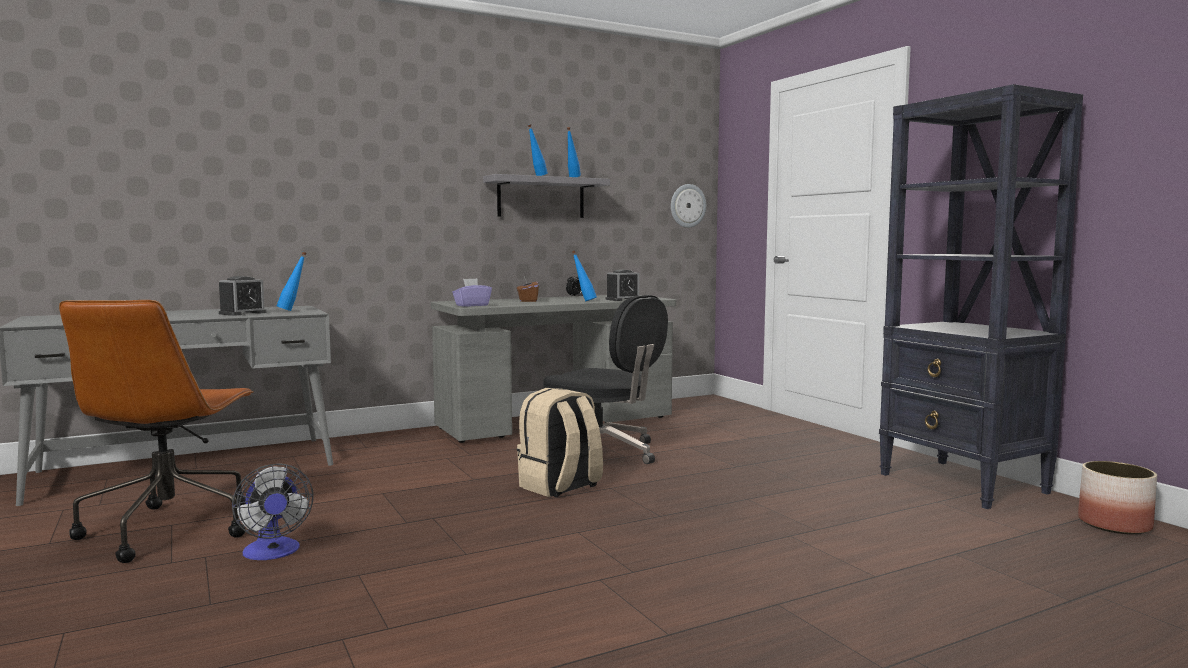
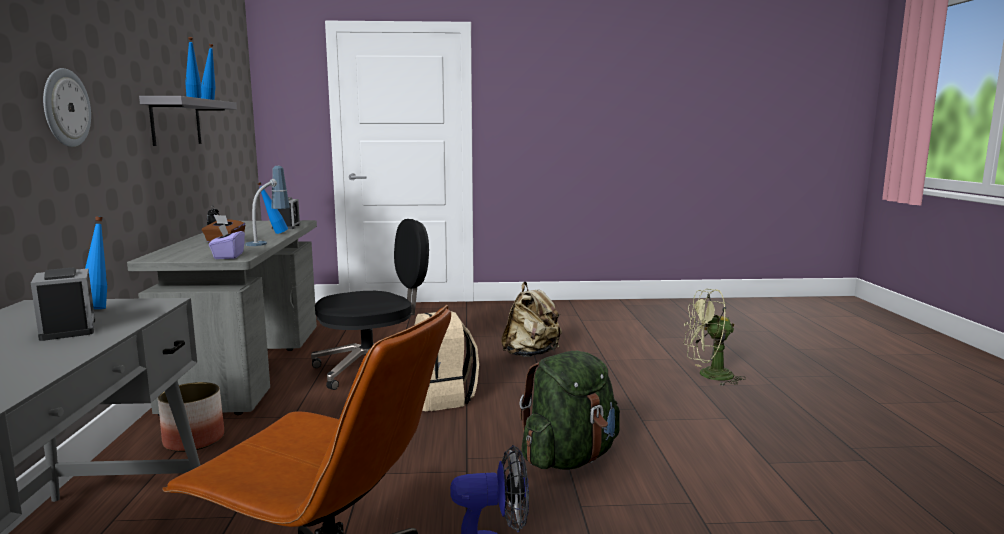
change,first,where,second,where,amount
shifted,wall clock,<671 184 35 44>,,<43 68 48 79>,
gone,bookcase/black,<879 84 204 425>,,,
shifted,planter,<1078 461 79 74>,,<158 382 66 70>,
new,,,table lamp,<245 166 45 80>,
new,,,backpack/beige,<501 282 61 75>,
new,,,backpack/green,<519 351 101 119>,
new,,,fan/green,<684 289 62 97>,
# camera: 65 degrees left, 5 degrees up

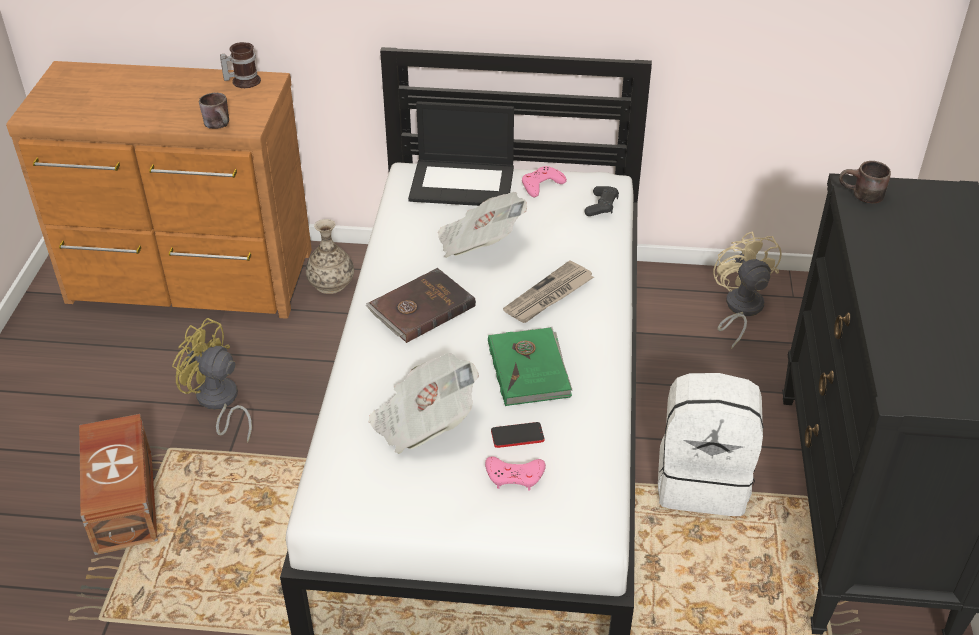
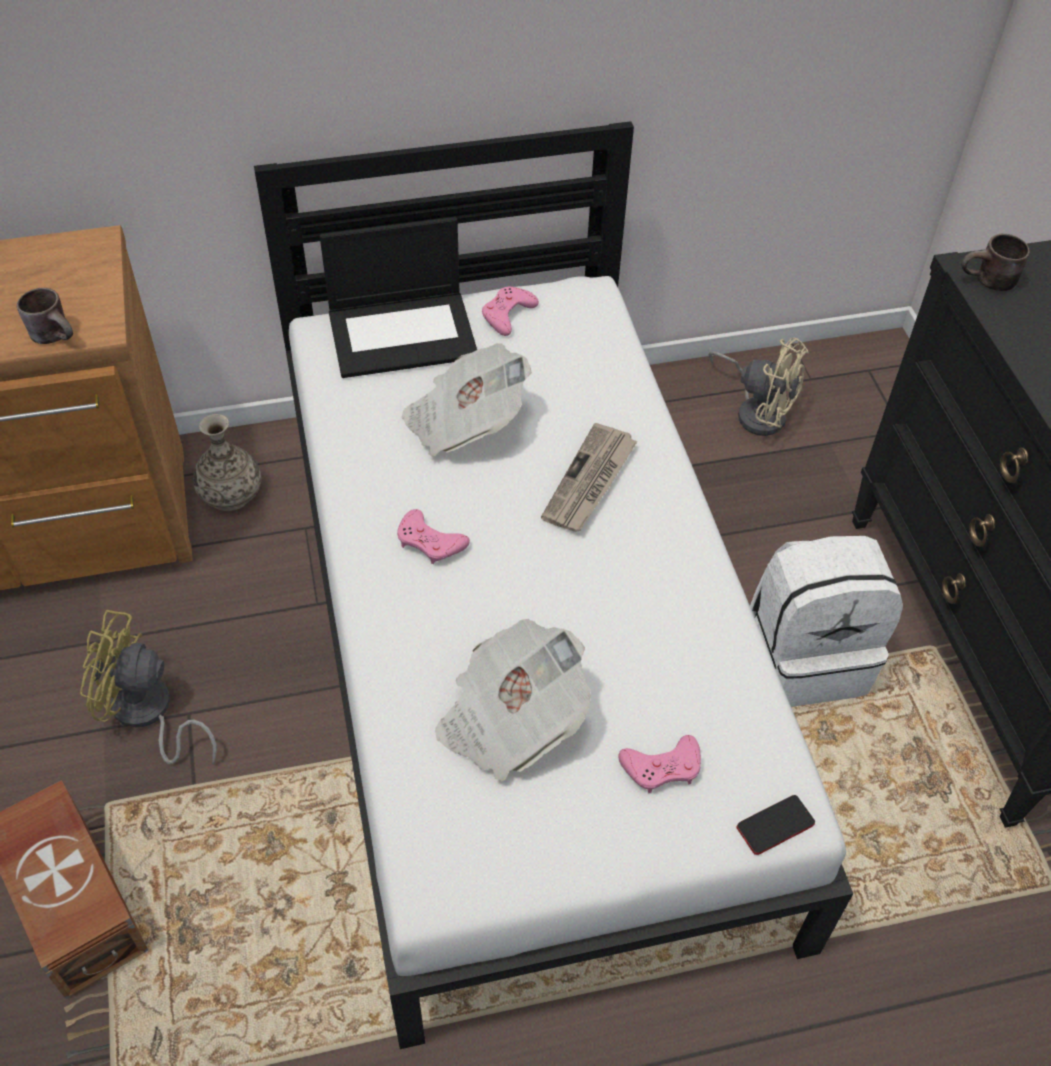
change,first,where,second,where,amount
gone,mug,<220 42 41 46>,,,
swapped,book/brown,<366 268 110 75>,game controller/pink,<397 509 73 55>,
gone,book/green,<488 327 85 79>,,,
shifted,phone,<491 422 54 26>,,<737 795 78 60>,
gone,game controller/black,<584 186 35 30>,,,
rotated,fan/beige,<713 231 69 118>,,<709 338 100 98>,150 degrees clockwise
# camera: 20 degrees left, 10 degrees up

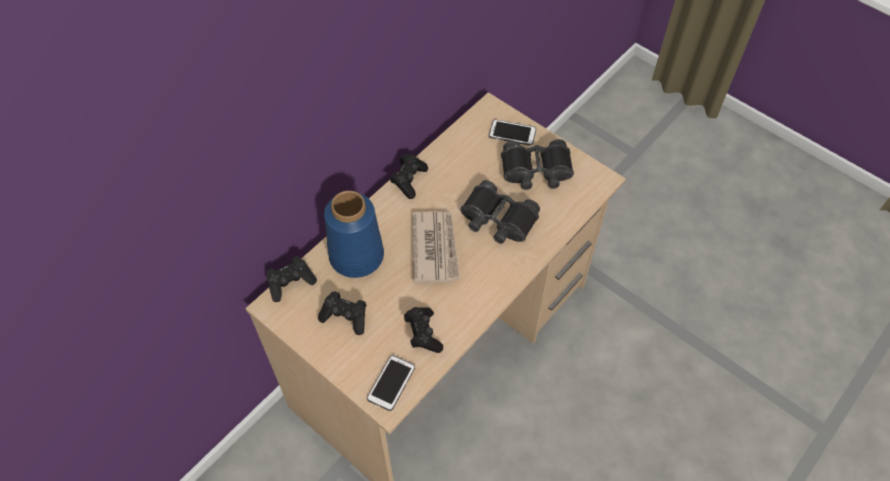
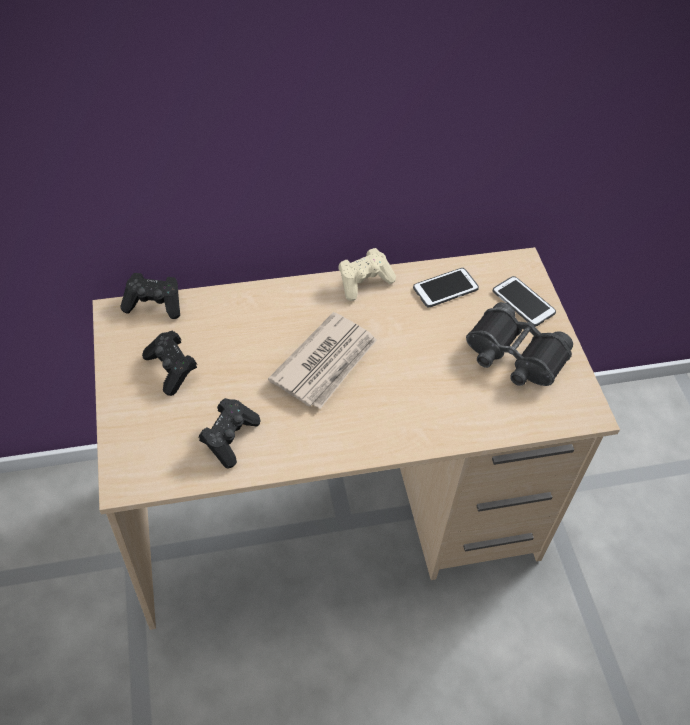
change,first,where,second,where,amount
gone,vase/blue,<324 191 60 87>,,,
shifted,phone,<367 355 48 56>,,<413 268 66 39>,
repainted,game controller/black,<390 154 38 45>,game controller/beige,<338 248 58 53>,
gone,binoculars/black,<460 180 80 64>,,,
# camera: 35 degrees right, 5 degrees down

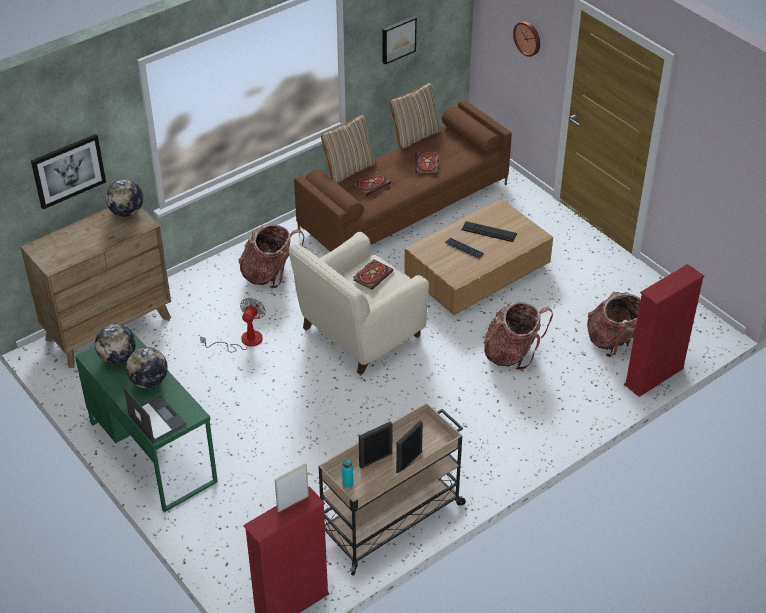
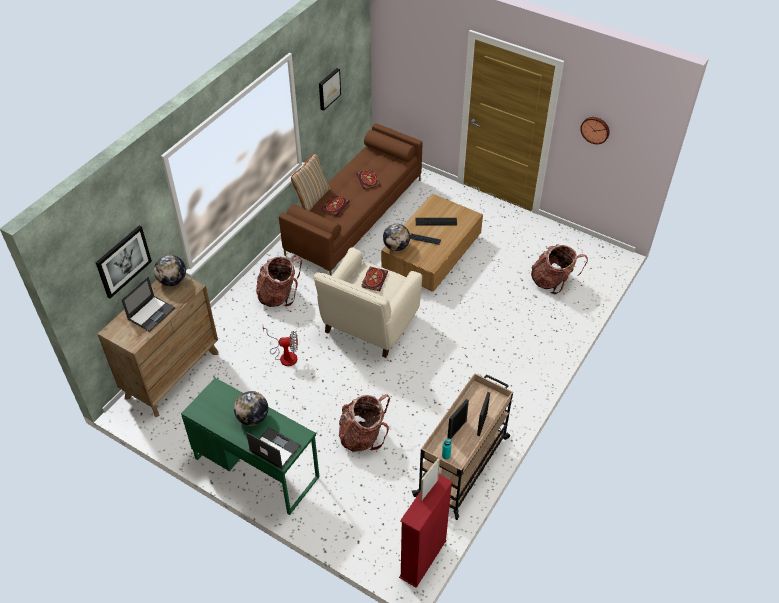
change,first,where,second,where,amount
shifted,globe,<95 324 41 40>,,<383 224 27 27>,
rotated,fan,<200 298 66 54>,,<263 327 35 39>,90 degrees clockwise
gone,pillow/beige,<390 83 51 66>,,,
shifted,backpack,<484 302 69 68>,,<339 394 51 58>,
shifted,wall clock,<513 21 27 36>,,<580 117 30 27>,
gone,bookcase/red,<624 264 80 133>,,,
new,,,laptop,<122 277 53 55>,
# camera: 20 degrees left, 5 degrees up

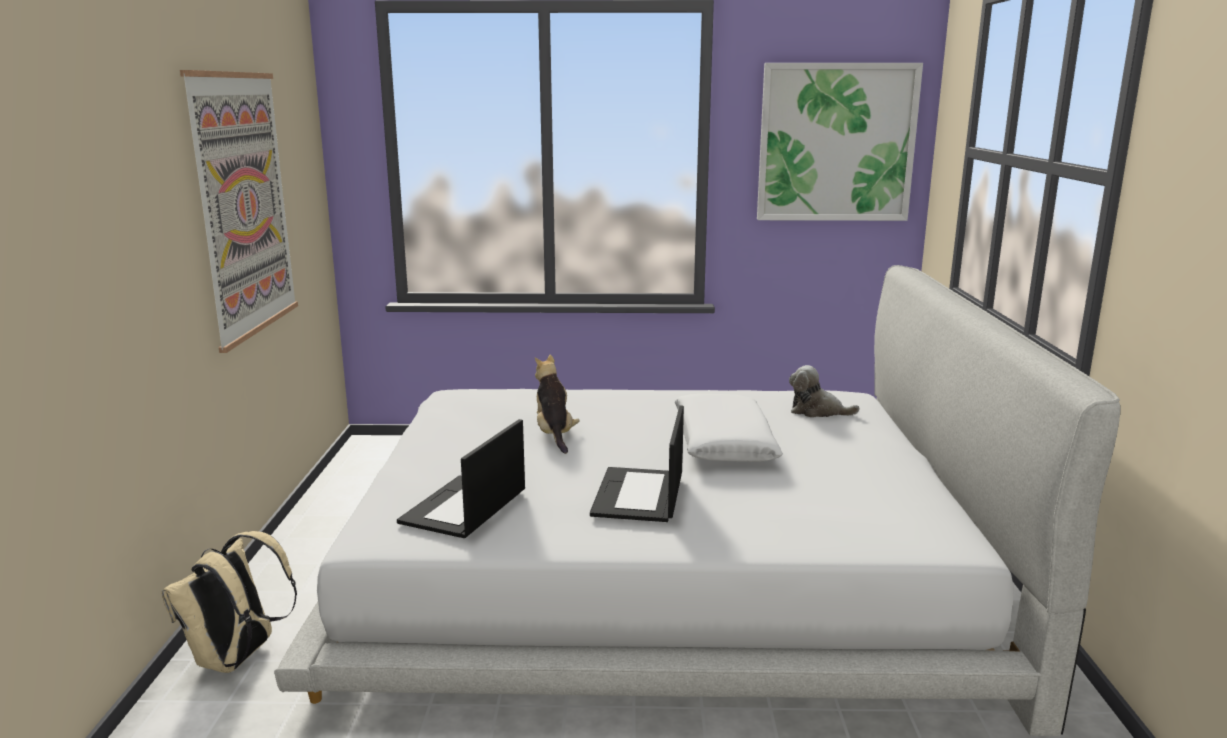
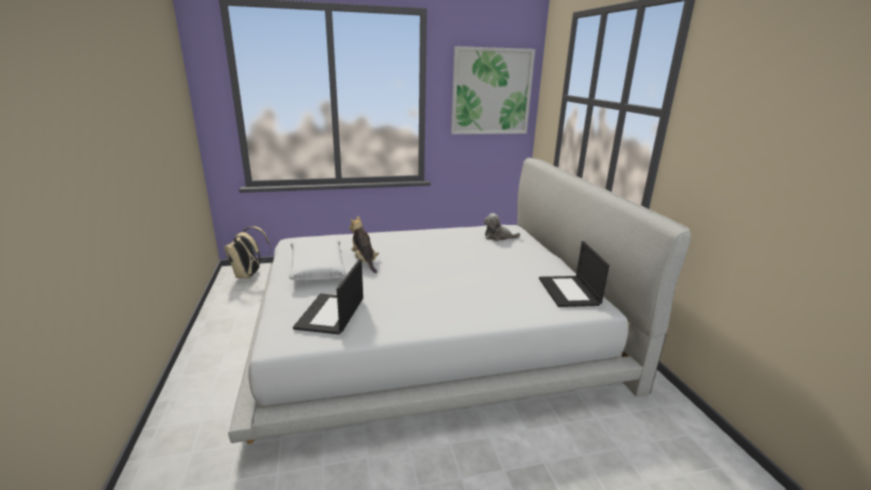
change,first,where,second,where,amount
shifted,backpack/beige,<161 531 136 142>,,<224 226 47 52>,
gone,picture,<180 70 118 283>,,,
shifted,laptop,<590 405 94 117>,,<539 241 70 66>,
shifted,pillow/white,<675 394 108 68>,,<289 238 58 43>,
# camera: 15 degrees left, 5 degrees up

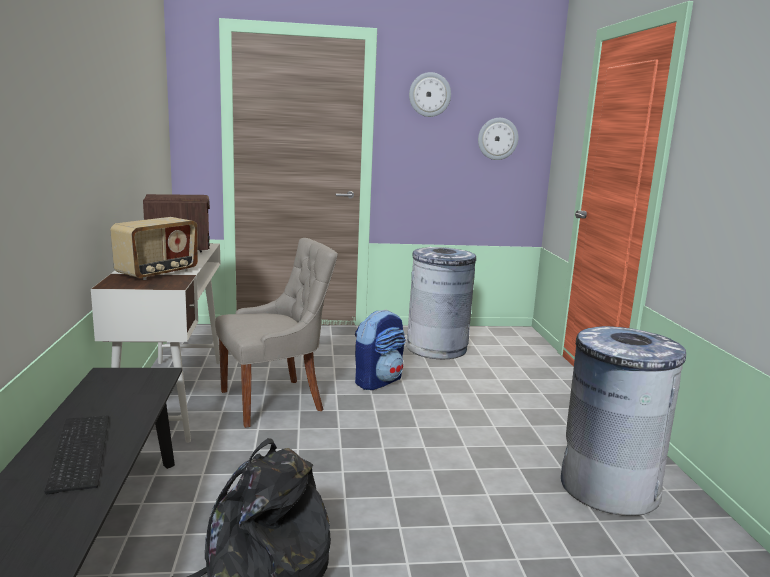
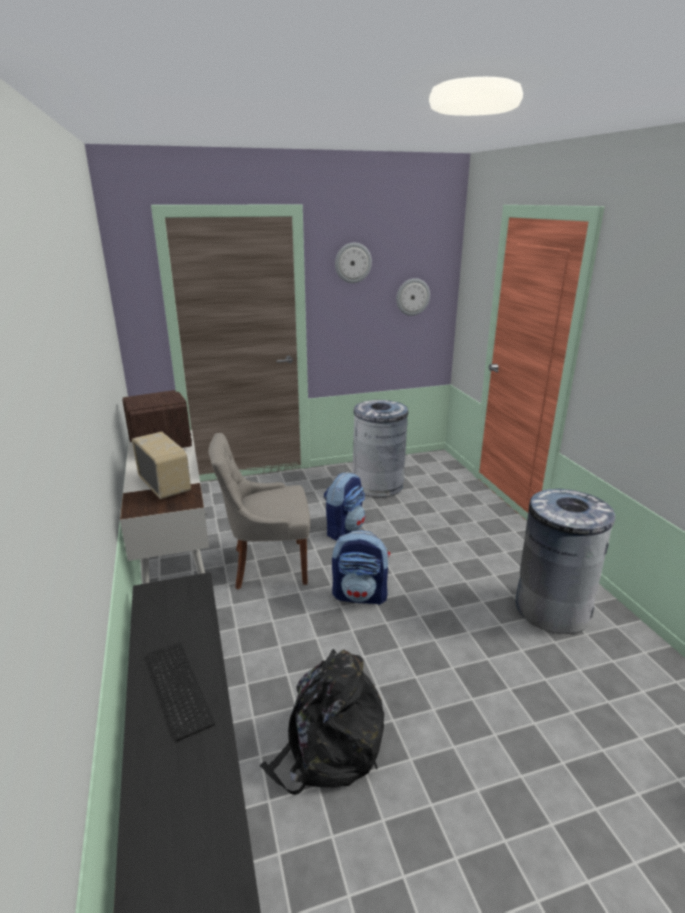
change,first,where,second,where,amount
rotated,radio,<110 217 88 63>,,<132 432 59 67>,60 degrees counterclockwise
rotated,chair/grey,<215 238 123 190>,,<209 433 101 156>,150 degrees counterclockwise
new,,,backpack,<332 530 58 75>,
# camera: 10 degrees left, 10 degrees up

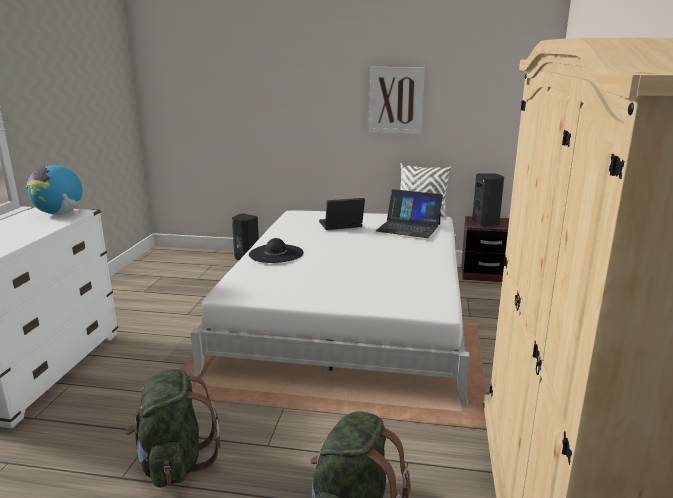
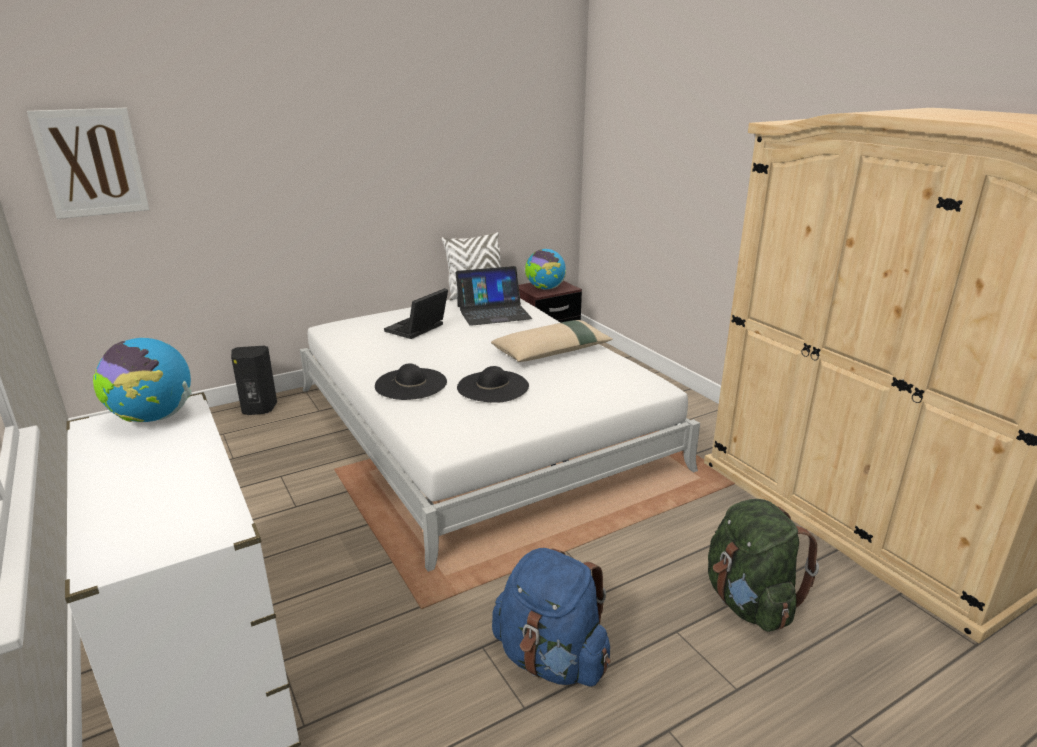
change,first,where,second,where,amount
repainted,backpack/green,<125 369 95 119>,backpack/blue,<492 548 119 139>,
shifted,picture,<369 67 56 67>,,<27 108 122 111>,
swapped,speaker/black,<472 173 32 54>,globe,<525 249 41 40>,
new,,,hat/black,<457 366 72 37>,
new,,,pillow/beige,<491 320 122 42>,
# camera: 40 degrees left, 5 degrees up

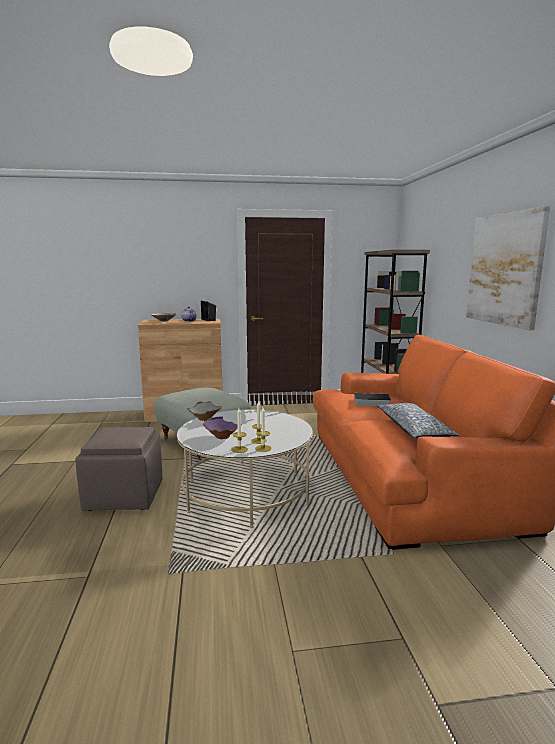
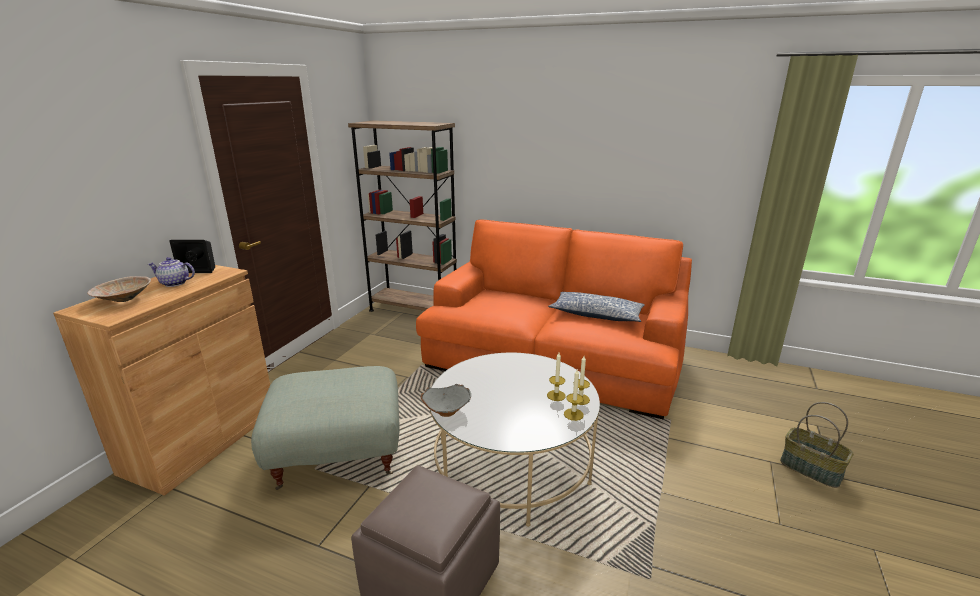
change,first,where,second,where,amount
gone,bowl/purple,<203 416 39 23>,,,
gone,book,<348 393 43 13>,,,
gone,picture,<466 206 84 124>,,,
new,,,basket,<780 402 74 86>,
# camera: 60 degrees left, 10 degrees up

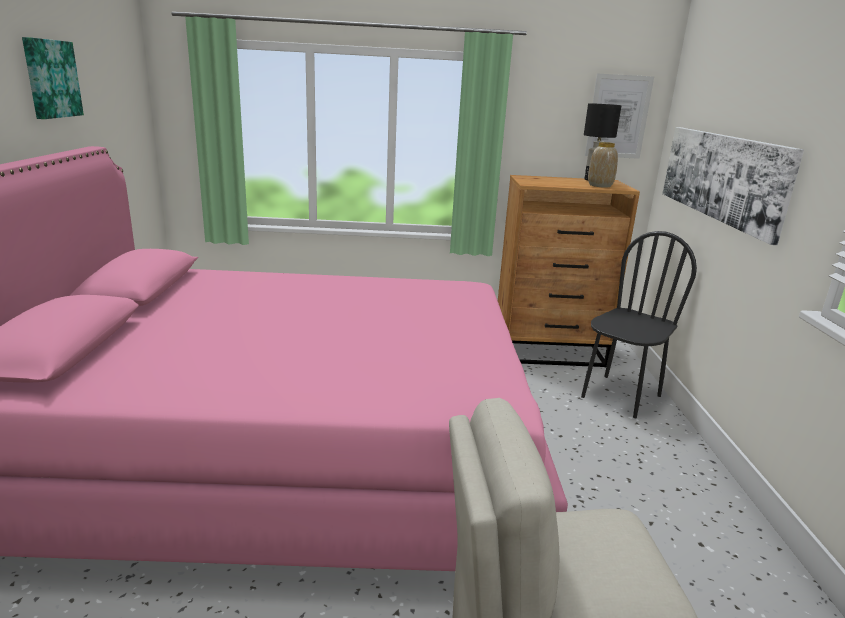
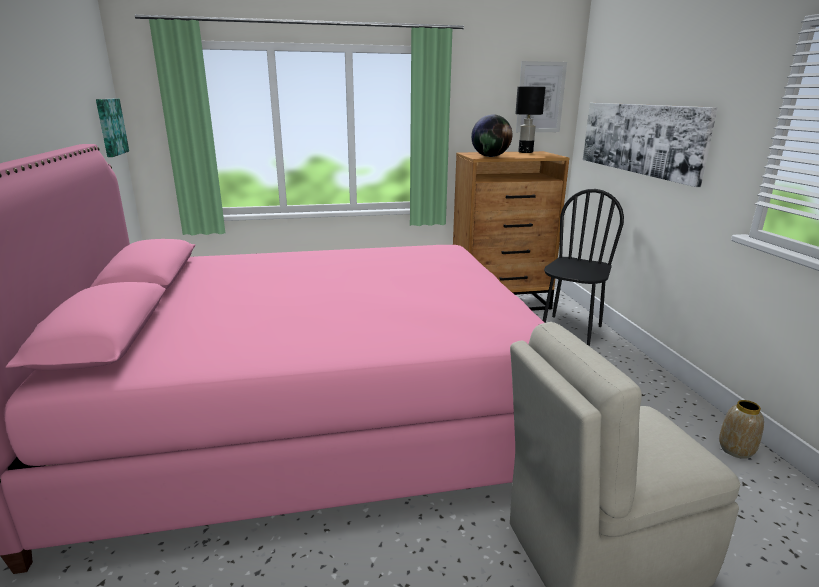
change,first,where,second,where,amount
shifted,picture,<22 37 62 82>,,<96 99 33 58>,
shifted,vase,<588 142 30 46>,,<719 400 45 59>,
new,,,globe,<471 114 41 43>,
# camera: 10 degrees left, 0 degrees up

